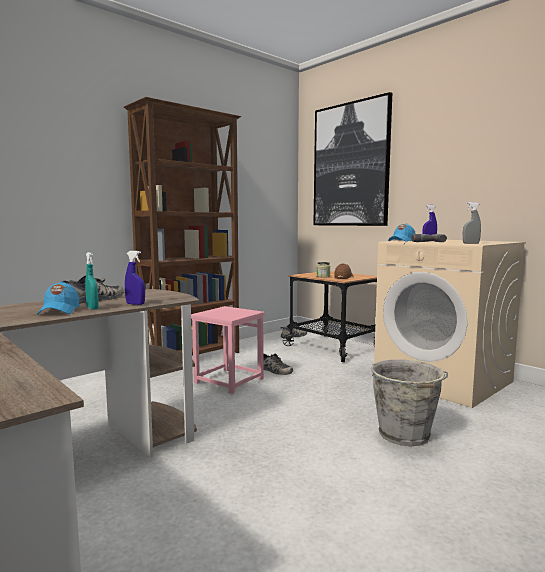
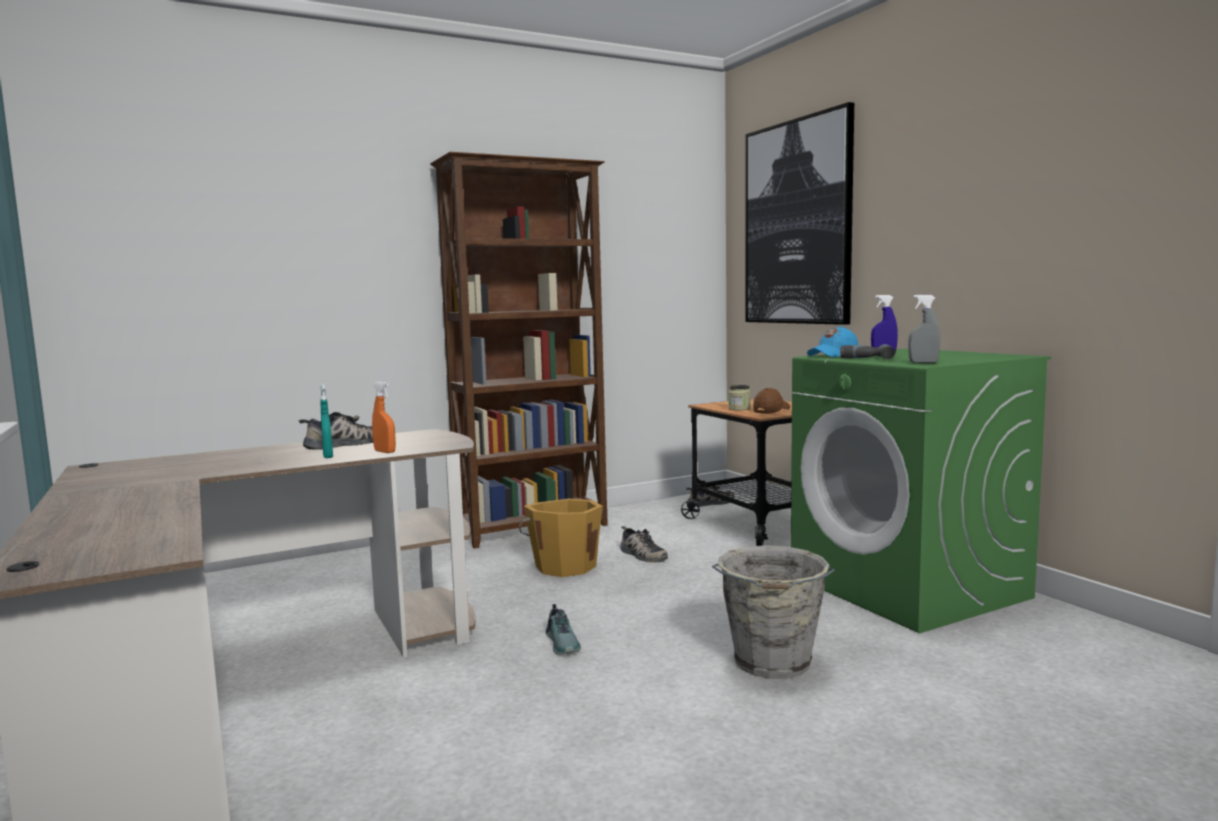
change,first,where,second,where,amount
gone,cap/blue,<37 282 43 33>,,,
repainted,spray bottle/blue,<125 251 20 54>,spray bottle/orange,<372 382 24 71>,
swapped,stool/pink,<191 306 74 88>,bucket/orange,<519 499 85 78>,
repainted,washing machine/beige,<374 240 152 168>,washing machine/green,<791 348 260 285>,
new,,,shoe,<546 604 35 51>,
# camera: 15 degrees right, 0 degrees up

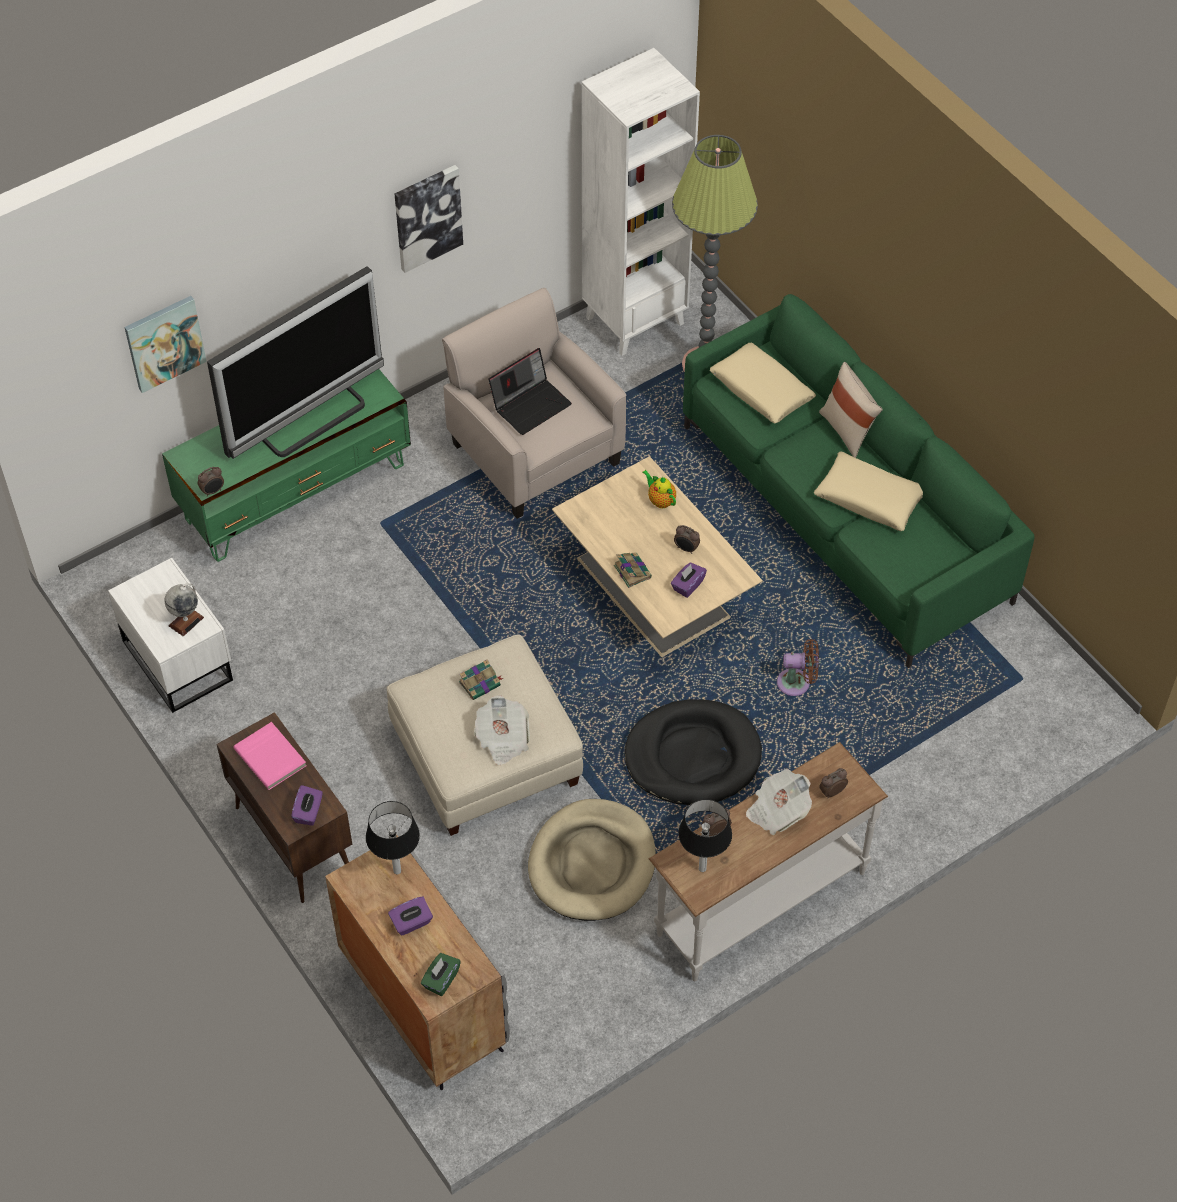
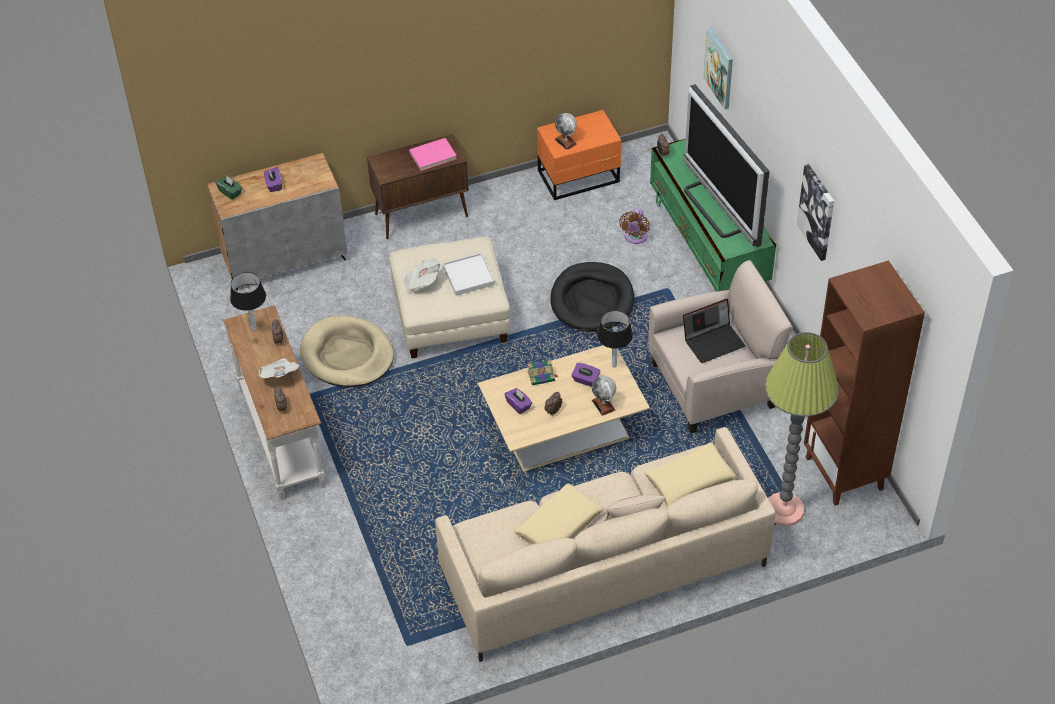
change,first,where,second,where,amount
repainted,nightstand/white,<108 558 125 155>,nightstand/orange,<537 110 85 90>,
shifted,tissue box/purple,<291 785 32 41>,,<572 363 29 24>,
shifted,table lamp,<366 801 54 74>,,<597 311 36 57>,
swapped,book,<459 659 44 41>,tray/white,<443 253 52 43>,
rotated,laptop,<488 348 84 87>,,<683 299 62 64>,90 degrees counterclockwise
repainted,bookcase/white,<581 48 119 308>,bookcase/brown,<804 260 121 246>,
shifted,dog bed/black,<624 699 138 106>,,<550 262 84 70>,
swapped,teapot,<643 470 33 38>,globe,<592 376 24 40>,
repainted,sofa/green,<683 294 352 374>,sofa/beige,<435 427 340 235>,
shifted,fan/brown,<777 639 42 57>,,<619 208 31 36>,
# camera: 105 degrees right, 5 degrees down

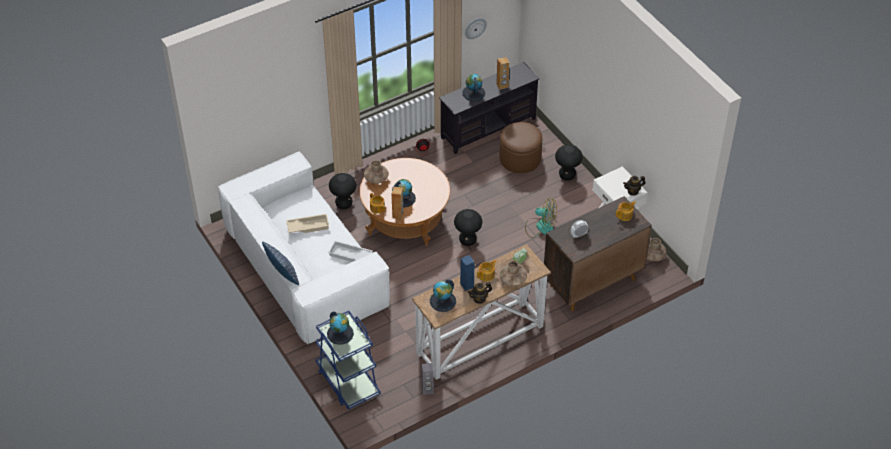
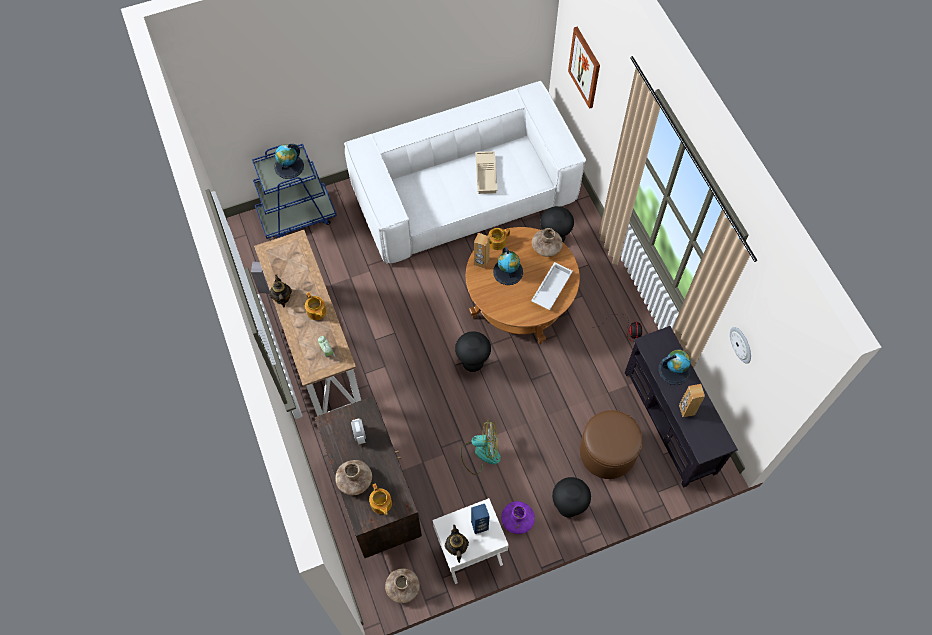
change,first,where,second,where,amount
gone,pillow,<262 241 37 44>,,,
shifted,tray/white,<328 240 45 22>,,<531 262 42 48>,
gone,globe,<430 279 26 33>,,,
shifted,speaker/blue,<460 255 15 36>,,<471 504 19 30>,
shifted,vase/brown,<500 260 27 26>,,<335 460 37 35>,
rotated,fan,<525 198 32 40>,,<461 420 40 55>,120 degrees counterclockwise
new,,,vase/purple,<501 501 34 33>,
new,,,picture,<568 27 32 82>,
# camera: 100 degrees right, 15 degrees up

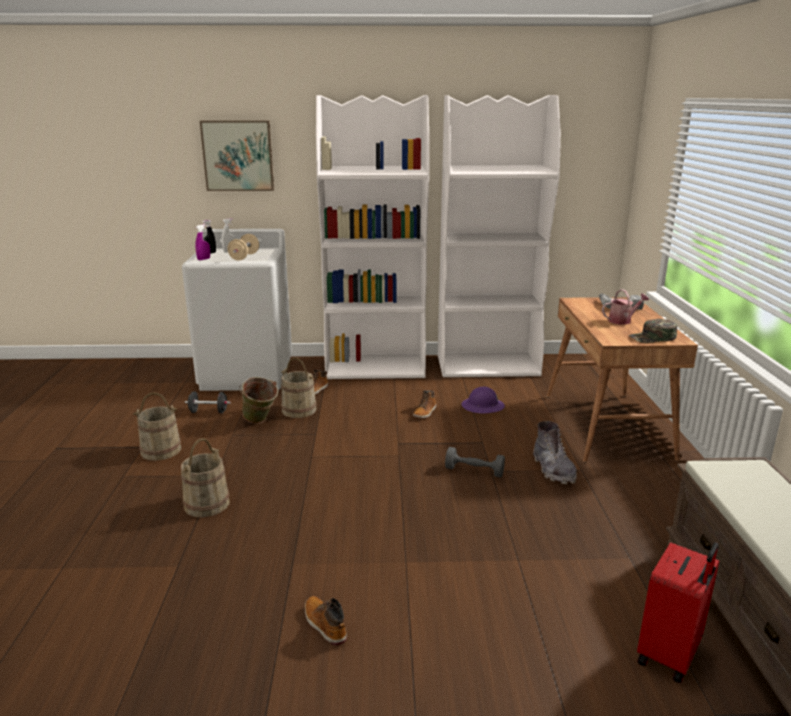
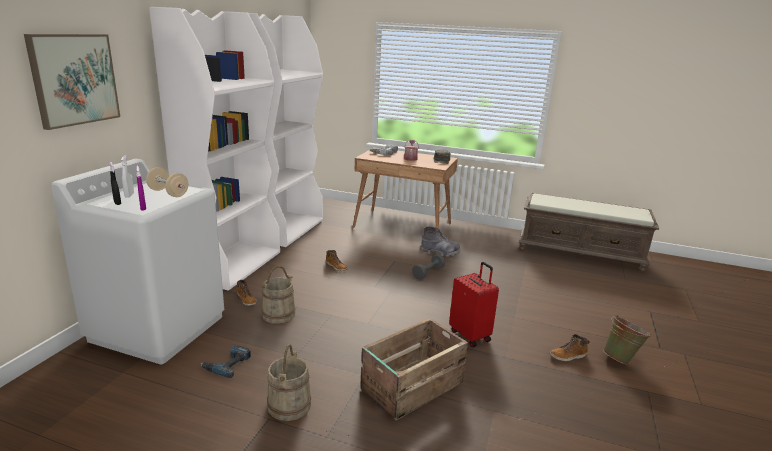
change,first,where,second,where,amount
swapped,bucket/beige,<181 438 49 79>,crate,<360 318 108 103>,
swapped,dumbbell/black,<185 391 45 22>,power drill,<200 345 51 33>,
shifted,bucket/green,<239 377 39 47>,,<603 314 48 51>,
gone,hard hat/purple,<461 387 44 27>,,,
shifted,suitcase/red,<637 542 82 141>,,<449 262 50 85>,
# camera: 70 degrees left, 0 degrees up

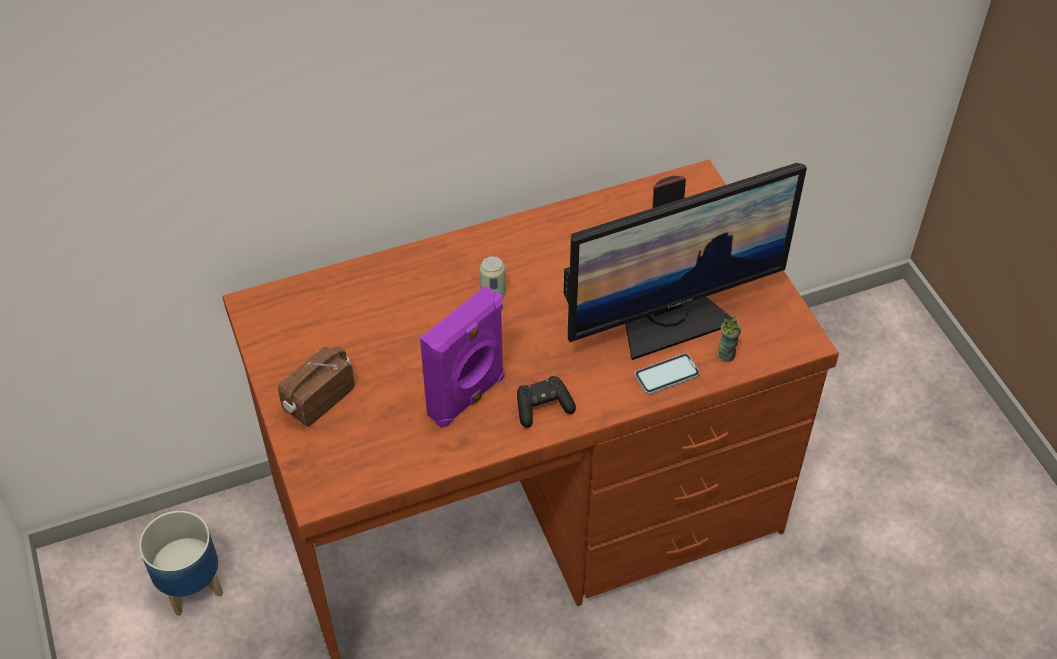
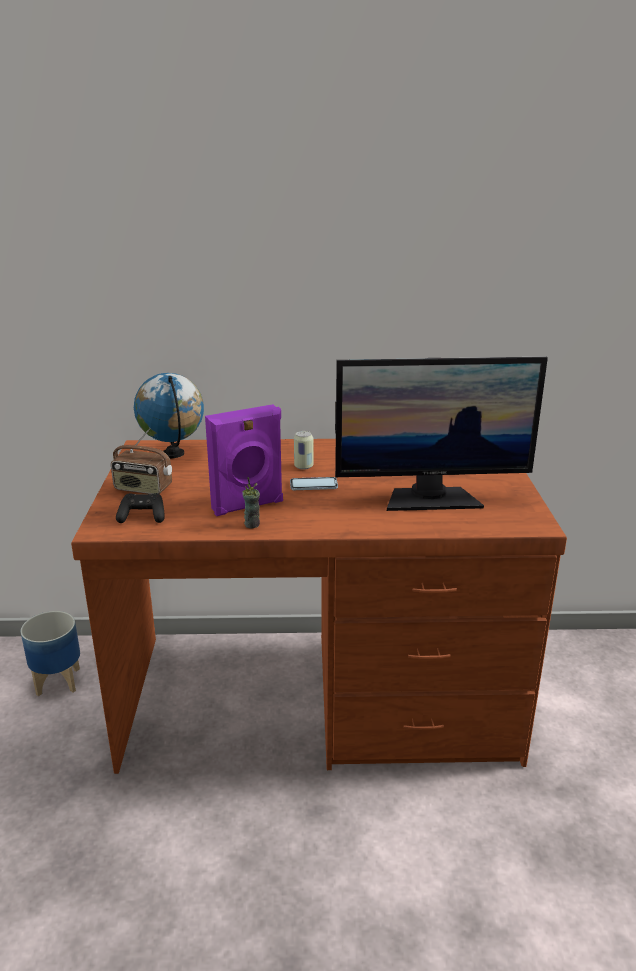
change,first,where,second,where,amount
rotated,radio,<278 347 77 79>,,<111 428 61 66>,135 degrees counterclockwise
shifted,game controller/black,<517 376 59 52>,,<116 493 49 30>,
shifted,phone,<635 353 65 42>,,<290 477 48 13>,
shifted,cup,<716 312 25 50>,,<242 477 18 51>,
new,,,globe,<134 373 70 85>,
# camera: 20 degrees right, 25 degrees down

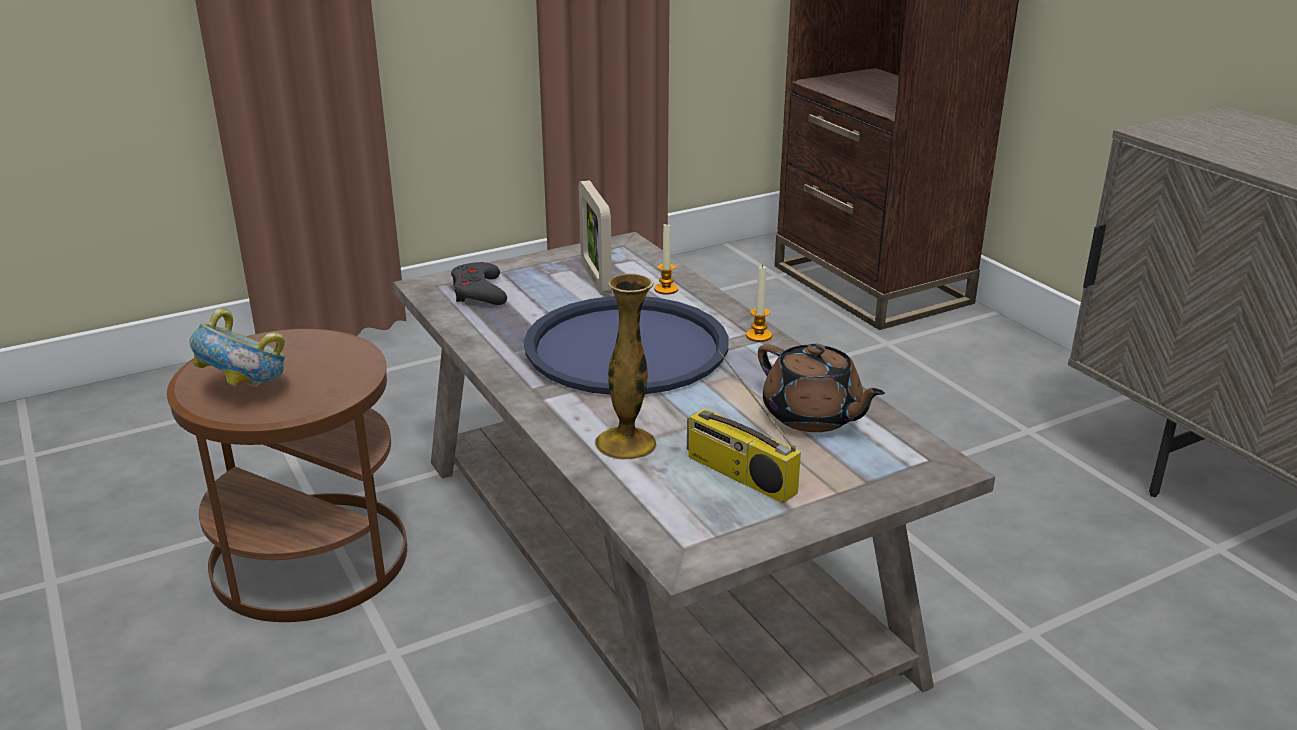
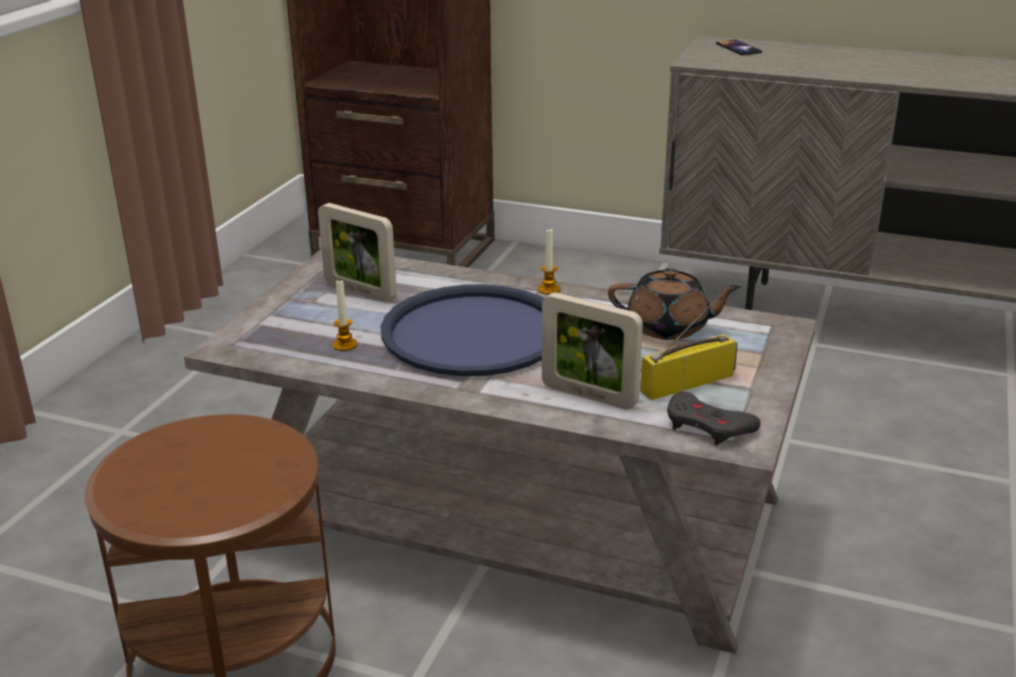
change,first,where,second,where,amount
gone,bowl,<190 308 95 79>,,,
shifted,game controller/grey,<451 262 56 43>,,<667 391 94 55>,
swapped,vase,<594 273 63 187>,picture frame,<542 292 101 118>,
shifted,candle,<654 224 24 71>,,<333 280 24 71>,
rotated,radio,<687 350 114 153>,,<640 289 98 111>,150 degrees clockwise
new,,,phone,<716 39 46 16>,
# camera: 40 degrees left, 0 degrees up

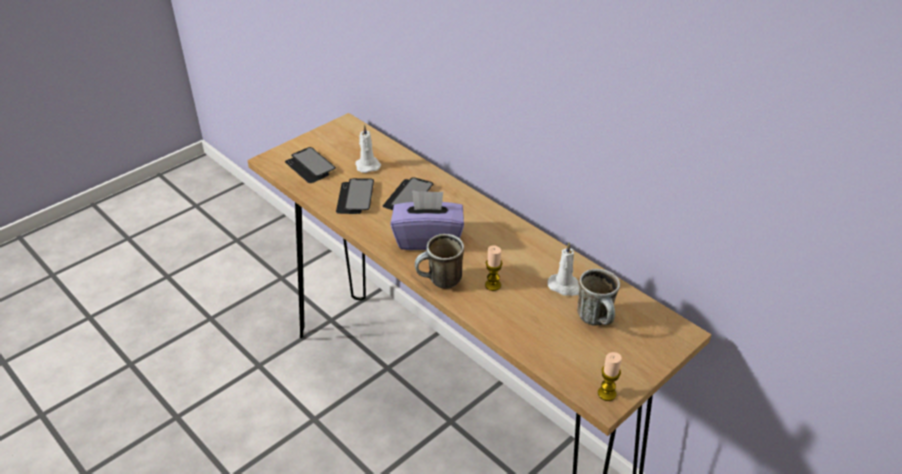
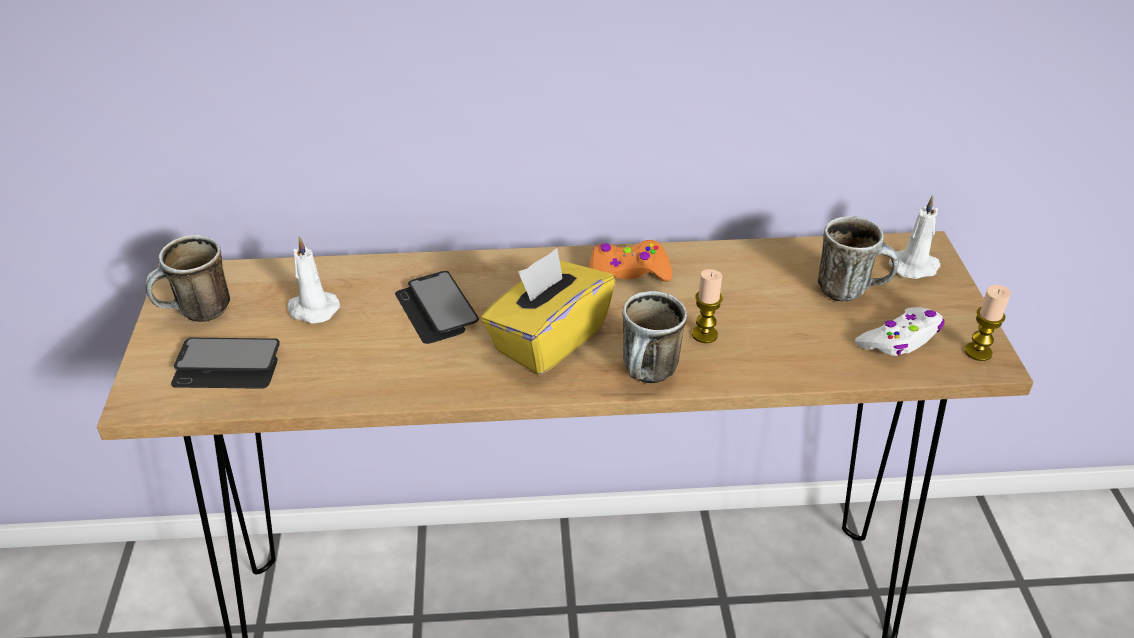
change,first,where,second,where,amount
gone,phone,<336 178 38 36>,,,
repainted,tissue box/purple,<390 190 74 60>,tissue box/yellow,<481 248 134 127>,
shifted,candle/white,<547 242 32 54>,,<889 195 52 84>,
new,,,mug,<145 235 85 87>,
new,,,game controller/orange,<589 240 83 42>,
new,,,game controller/white,<855 307 90 49>,
# camera: 50 degrees left, 0 degrees up

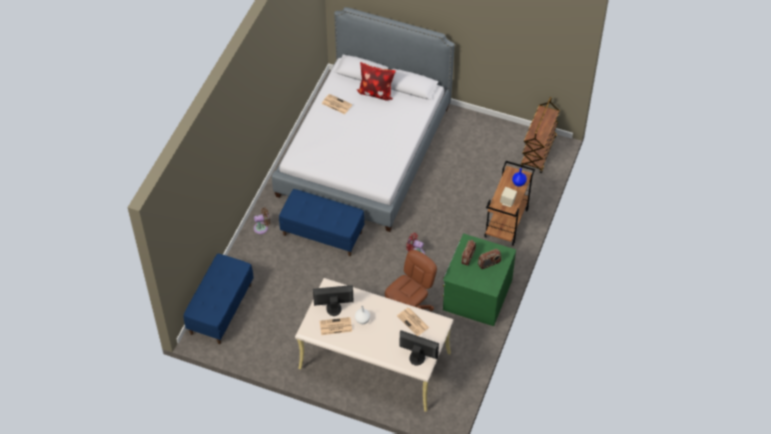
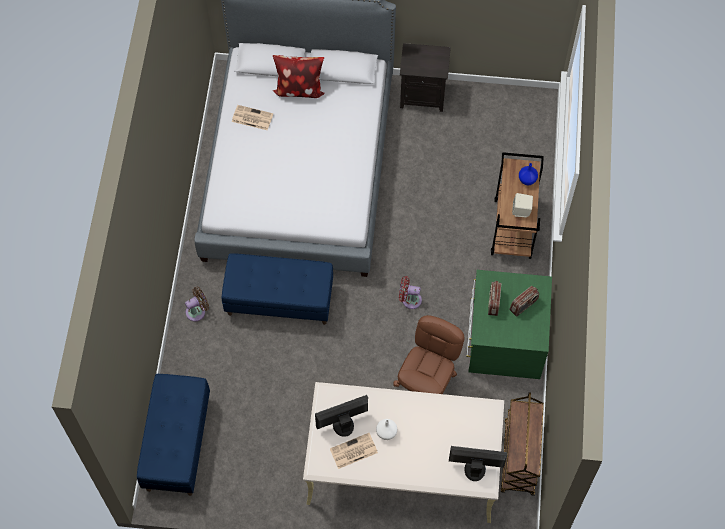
change,first,where,second,where,amount
gone,newspaper,<397 308 32 28>,,,
shifted,cart/brown,<521 97 39 76>,,<501 392 43 103>,
new,,,nightstand/black,<400 43 51 69>,
# camera: 15 degrees left, 10 degrees up

